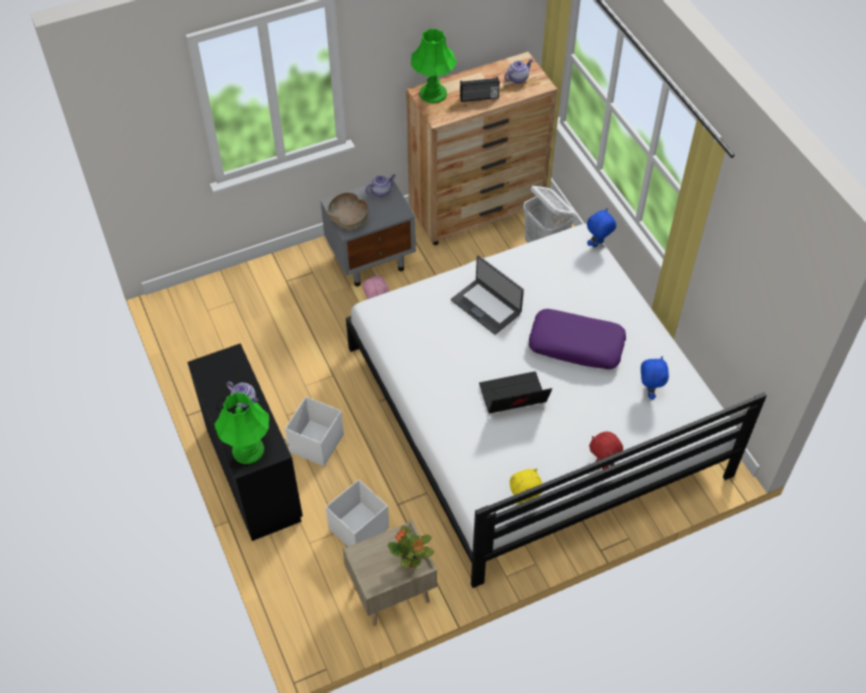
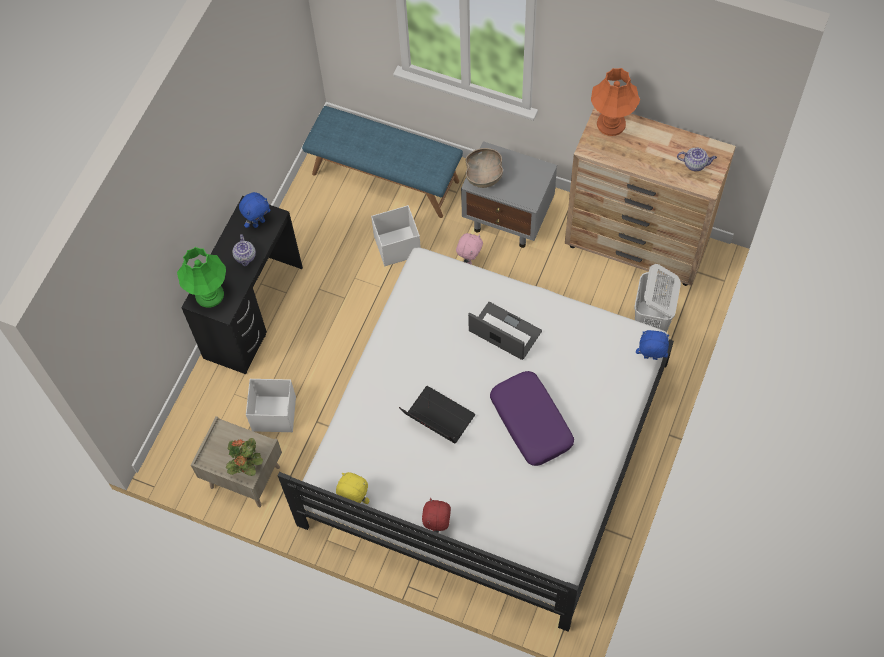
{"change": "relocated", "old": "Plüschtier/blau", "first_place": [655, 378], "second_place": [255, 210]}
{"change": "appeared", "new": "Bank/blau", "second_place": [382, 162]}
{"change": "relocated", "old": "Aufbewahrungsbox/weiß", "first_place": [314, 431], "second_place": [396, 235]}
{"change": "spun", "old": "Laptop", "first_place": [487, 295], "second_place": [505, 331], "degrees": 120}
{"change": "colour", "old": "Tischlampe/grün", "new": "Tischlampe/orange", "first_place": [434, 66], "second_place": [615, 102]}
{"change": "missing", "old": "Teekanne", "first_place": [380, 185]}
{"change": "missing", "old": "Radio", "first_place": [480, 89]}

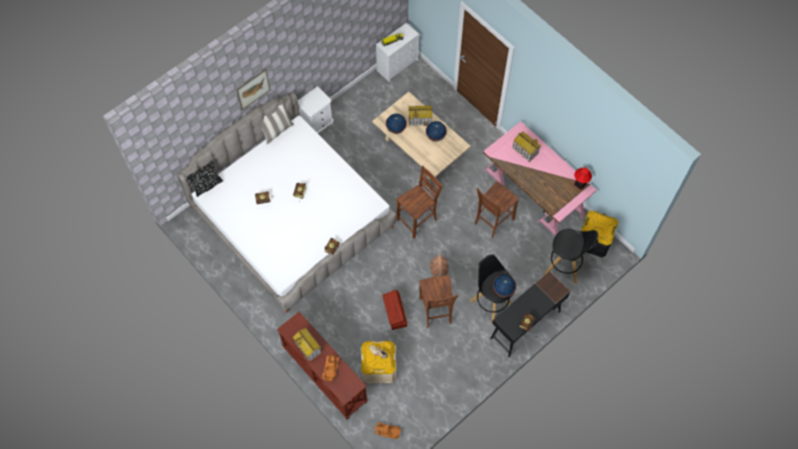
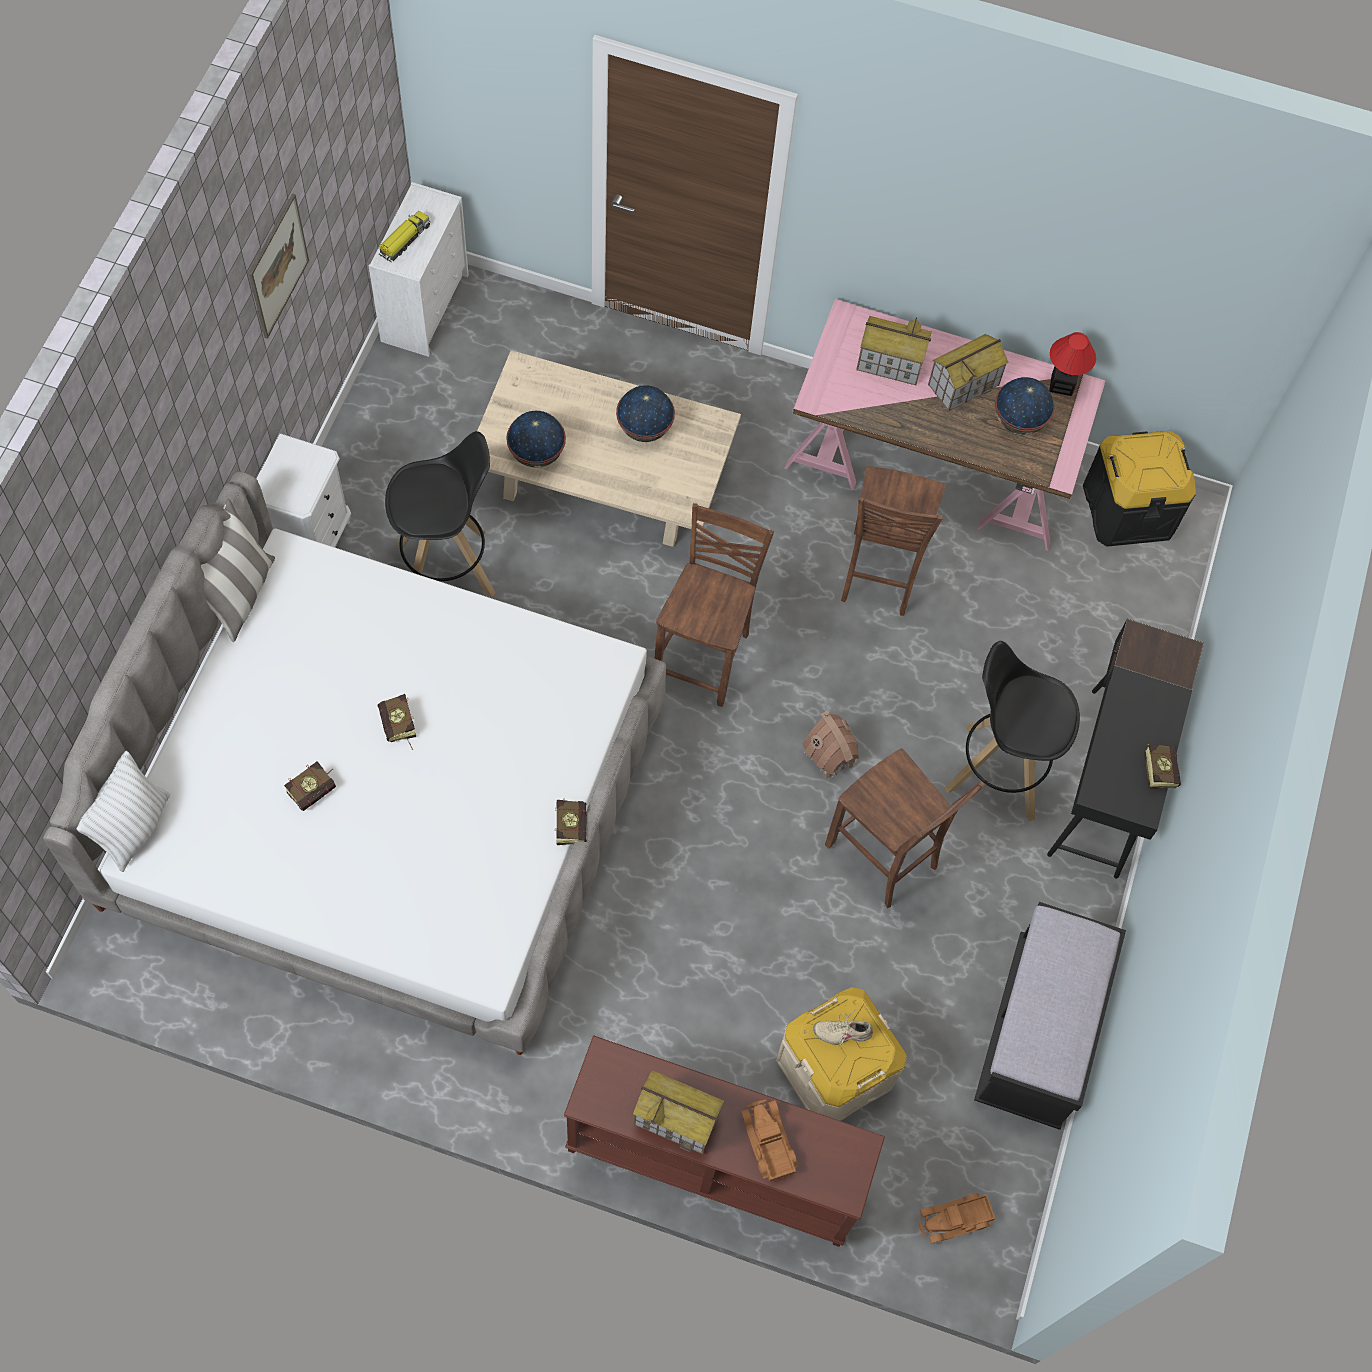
{"change": "colour", "old": "Kissen/schwarz", "new": "Kissen/weiß", "first_place": [205, 179], "second_place": [123, 811]}
{"change": "relocated", "old": "Bild", "first_place": [253, 89], "second_place": [278, 266]}
{"change": "relocated", "old": "Hocker/schwarz", "first_place": [571, 256], "second_place": [440, 514]}
{"change": "relocated", "old": "Spielzeughaus", "first_place": [420, 116], "second_place": [968, 372]}
{"change": "appeared", "new": "Bank/schwarz", "second_place": [1050, 1016]}
{"change": "relocated", "old": "Globus", "first_place": [504, 286], "second_place": [1025, 406]}
{"change": "missing", "old": "Aufbewahrungsbox/braun", "first_place": [394, 310]}

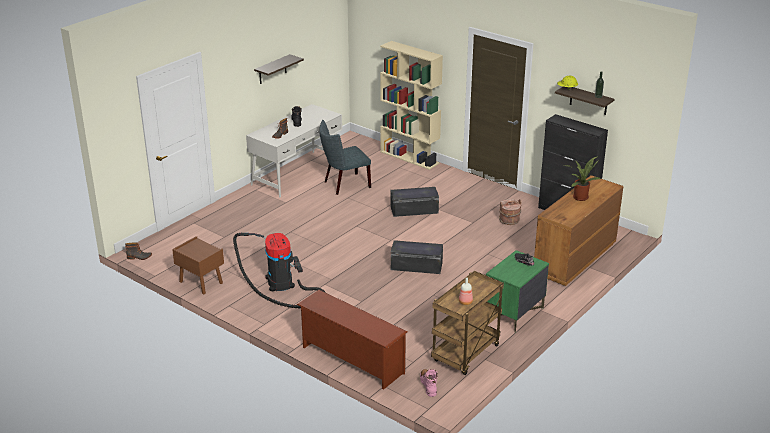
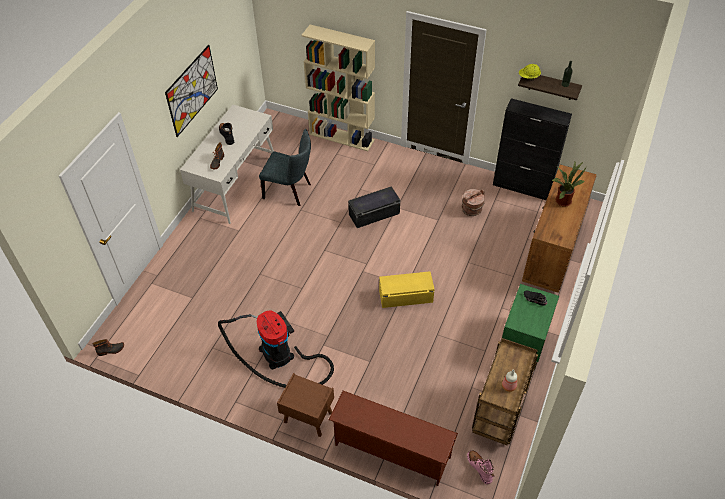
{"change": "exchanged", "old": "Wandregal", "new": "Bild", "first_place": [279, 69], "second_place": [191, 91]}
{"change": "spun", "old": "Stuhl/grau", "first_place": [345, 157], "second_place": [285, 167], "degrees": -120}
{"change": "relocated", "old": "Nachttisch/braun", "first_place": [198, 265], "second_place": [305, 405]}
{"change": "colour", "old": "Aufbewahrungsbox/schwarz", "new": "Aufbewahrungsbox/gelb", "first_place": [417, 257], "second_place": [407, 289]}

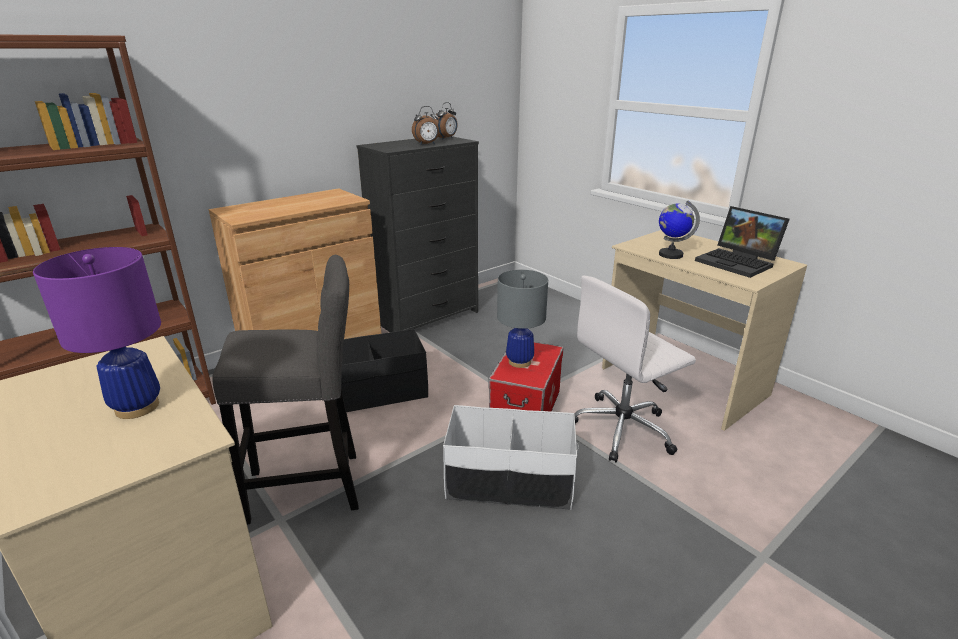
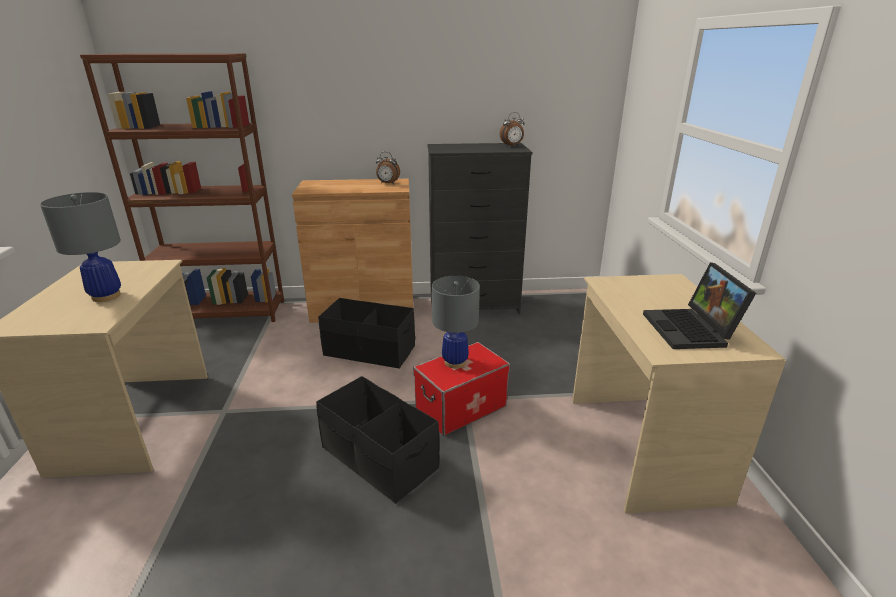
{"change": "colour", "old": "Tischlampe/lila", "new": "Tischlampe/grau", "first_place": [97, 333], "second_place": [80, 247]}
{"change": "colour", "old": "Aufbewahrungsbox/weiß", "new": "Aufbewahrungsbox/schwarz", "first_place": [511, 457], "second_place": [377, 440]}
{"change": "relocated", "old": "Wecker", "first_place": [425, 125], "second_place": [388, 168]}
{"change": "missing", "old": "Hocker/grau", "first_place": [285, 390]}
{"change": "missing", "old": "Bürostuhl/weiß", "first_place": [635, 369]}
{"change": "missing", "old": "Globus", "first_place": [679, 230]}

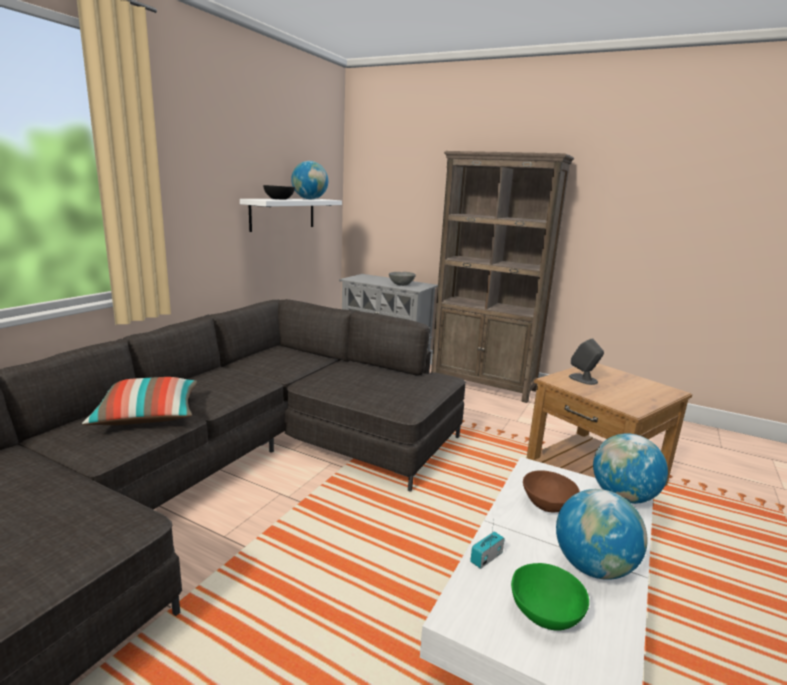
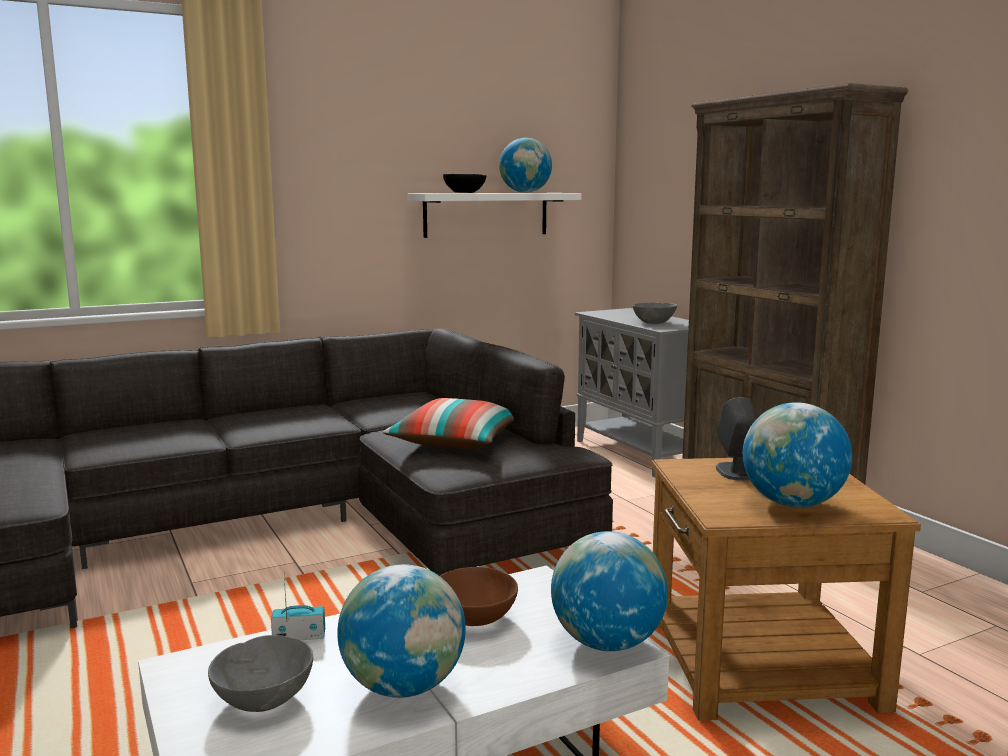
{"change": "colour", "old": "Schüssel/grün", "new": "Schüssel/grau", "first_place": [550, 597], "second_place": [260, 673]}
{"change": "relocated", "old": "Kissen", "first_place": [139, 401], "second_place": [448, 423]}
{"change": "appeared", "new": "Globus", "second_place": [797, 455]}

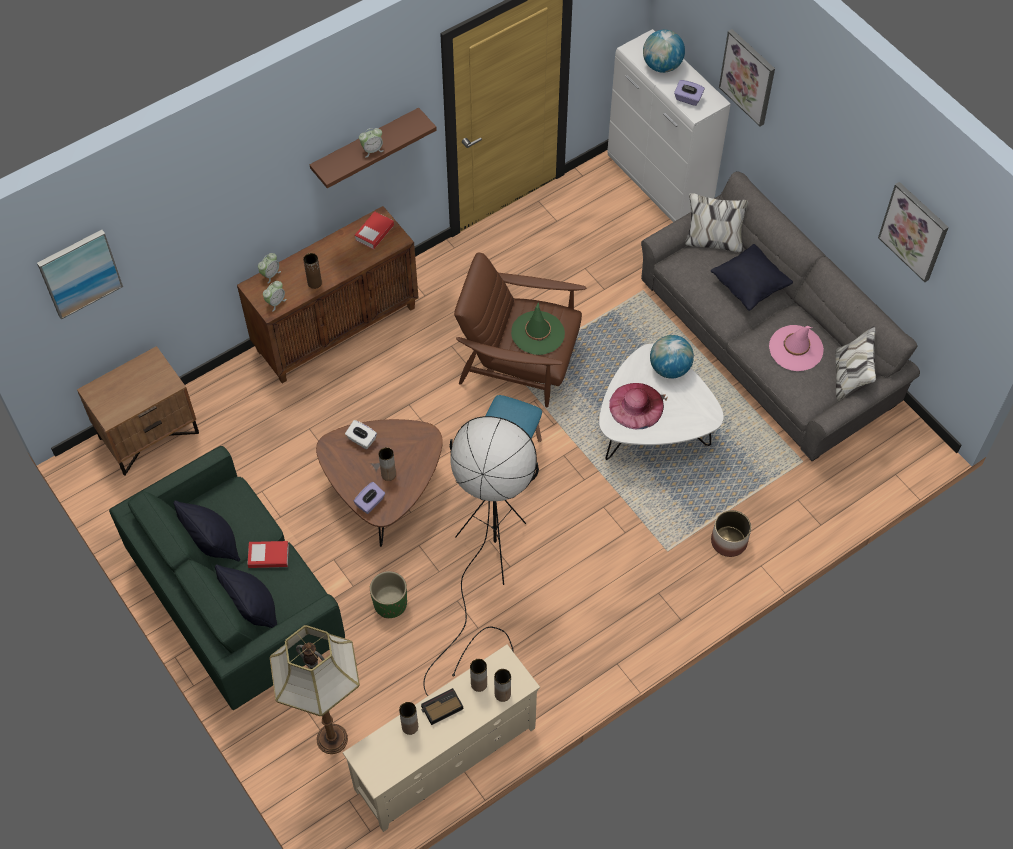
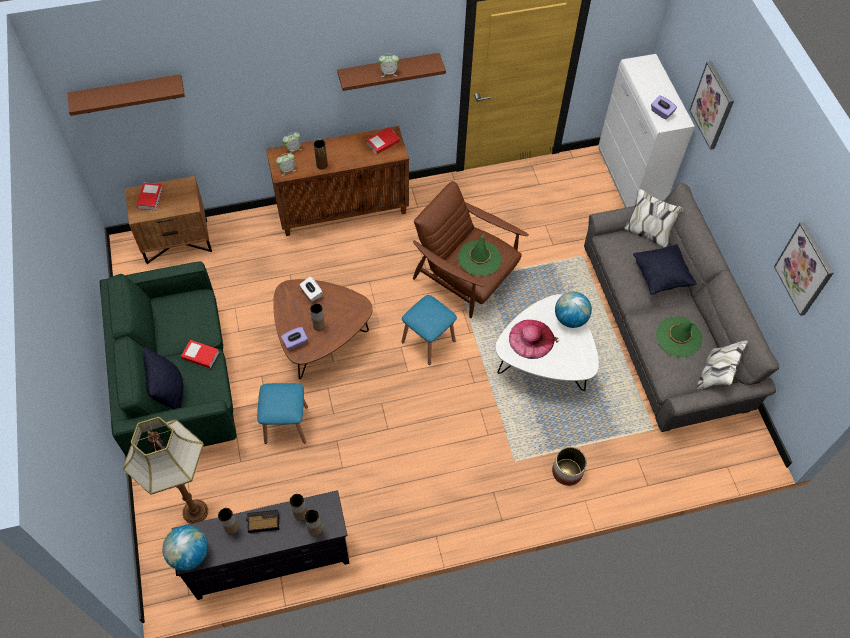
{"change": "exchanged", "old": "Bild", "new": "Wandregal/braun", "first_place": [80, 275], "second_place": [126, 95]}
{"change": "appeared", "new": "Buch", "second_place": [149, 196]}
{"change": "relocated", "old": "Globus", "first_place": [664, 51], "second_place": [185, 548]}
{"change": "colour", "old": "Fernsehschrank/beige", "new": "Fernsehschrank/schwarz", "first_place": [441, 738], "second_place": [260, 545]}
{"change": "exchanged", "old": "Pflanzkübel/grün", "new": "Hocker/blau", "first_place": [388, 594], "second_place": [282, 413]}
{"change": "colour", "old": "Hut/rosa", "new": "Hut/grün", "first_place": [796, 348], "second_place": [679, 337]}
{"change": "missing", "old": "Kissen/schwarz", "first_place": [206, 530]}
{"change": "missing", "old": "Stehlampe/schwarz", "first_place": [481, 556]}

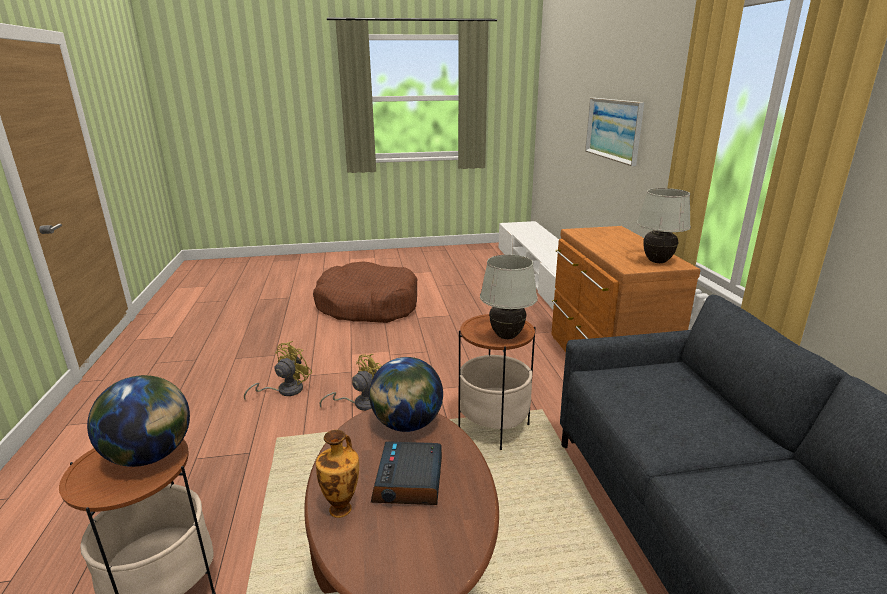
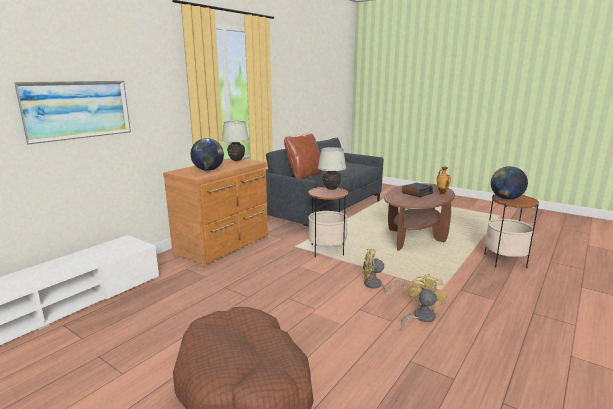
{"change": "relocated", "old": "Globus", "first_place": [406, 394], "second_place": [207, 154]}
{"change": "appeared", "new": "Kissen/braun", "second_place": [303, 156]}
{"change": "spun", "old": "Ventilator/gelb", "first_place": [278, 371], "second_place": [424, 302], "degrees": 120}

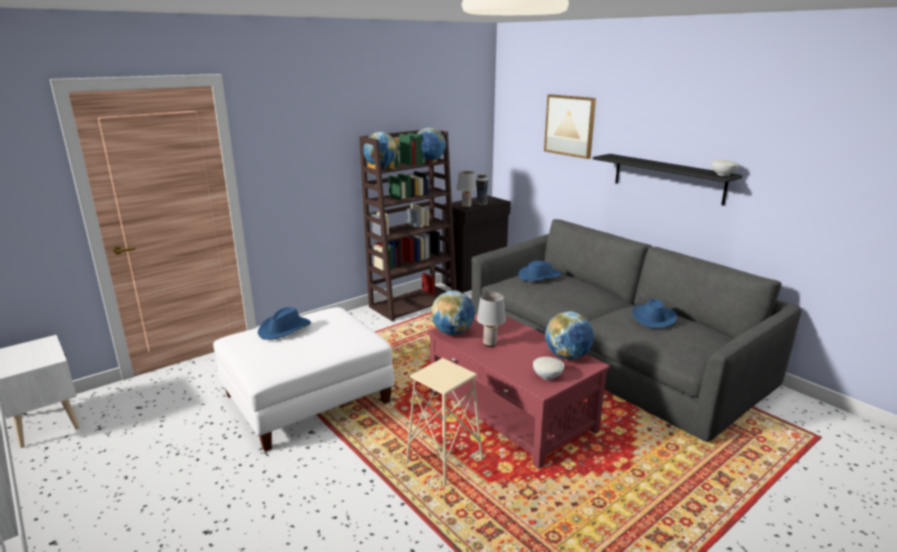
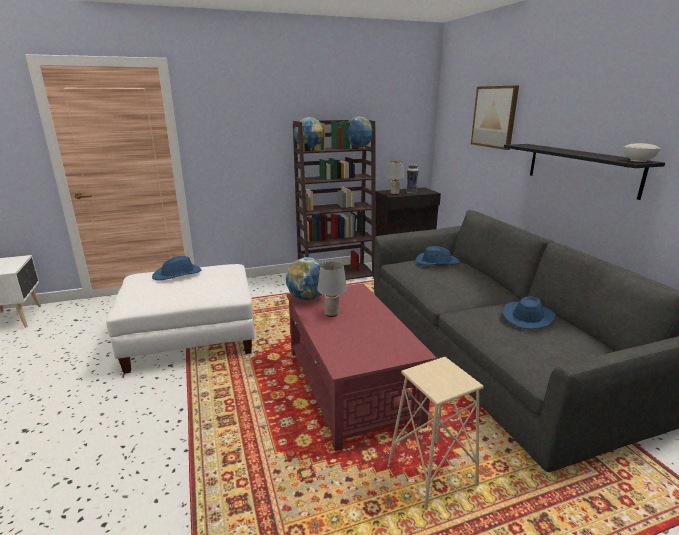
{"change": "relocated", "old": "Hocker/beige", "first_place": [444, 422], "second_place": [436, 433]}
{"change": "missing", "old": "Schüssel/weiß", "first_place": [548, 368]}
{"change": "missing", "old": "Globus", "first_place": [569, 335]}

